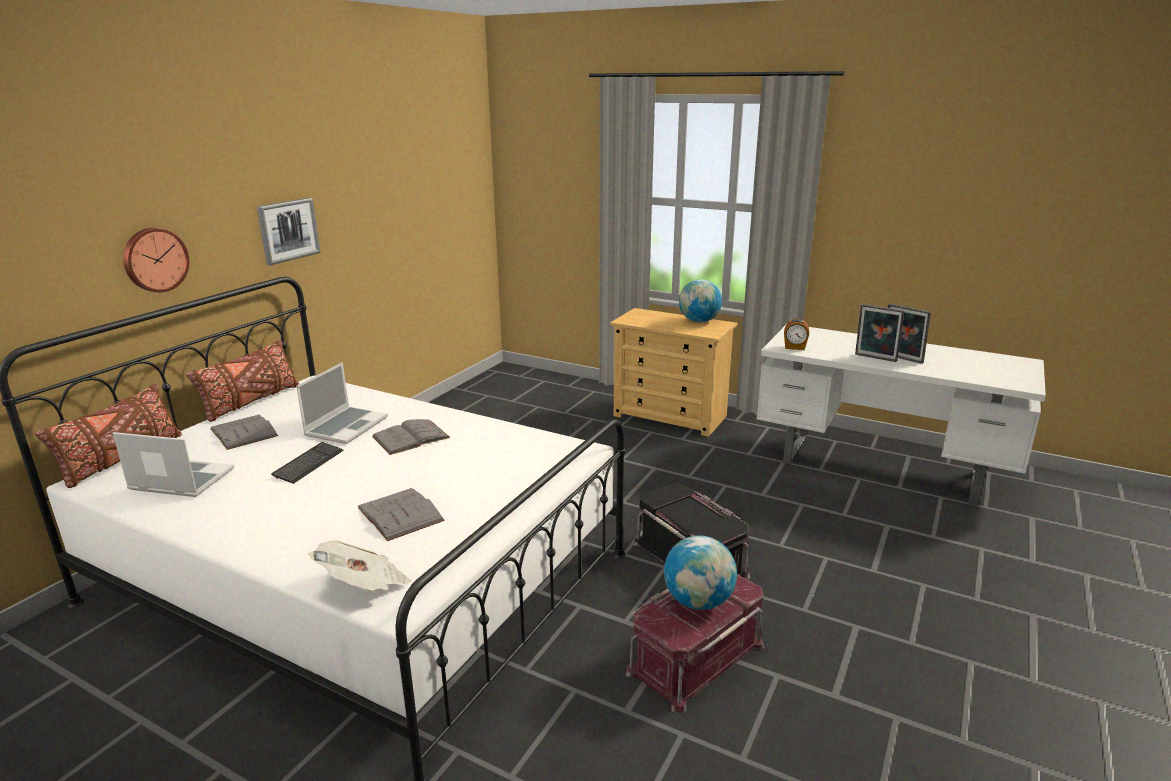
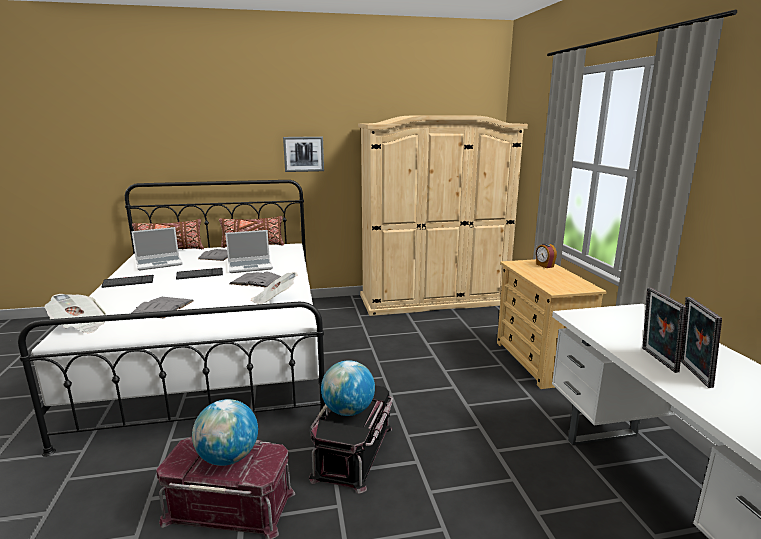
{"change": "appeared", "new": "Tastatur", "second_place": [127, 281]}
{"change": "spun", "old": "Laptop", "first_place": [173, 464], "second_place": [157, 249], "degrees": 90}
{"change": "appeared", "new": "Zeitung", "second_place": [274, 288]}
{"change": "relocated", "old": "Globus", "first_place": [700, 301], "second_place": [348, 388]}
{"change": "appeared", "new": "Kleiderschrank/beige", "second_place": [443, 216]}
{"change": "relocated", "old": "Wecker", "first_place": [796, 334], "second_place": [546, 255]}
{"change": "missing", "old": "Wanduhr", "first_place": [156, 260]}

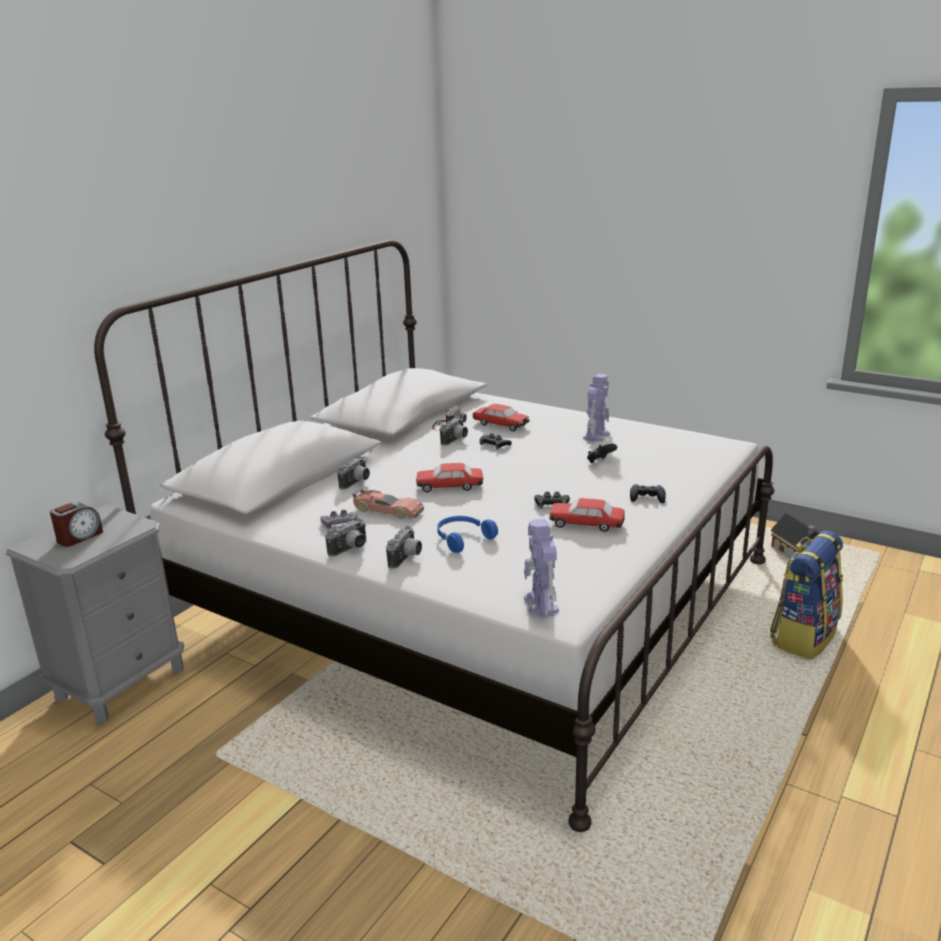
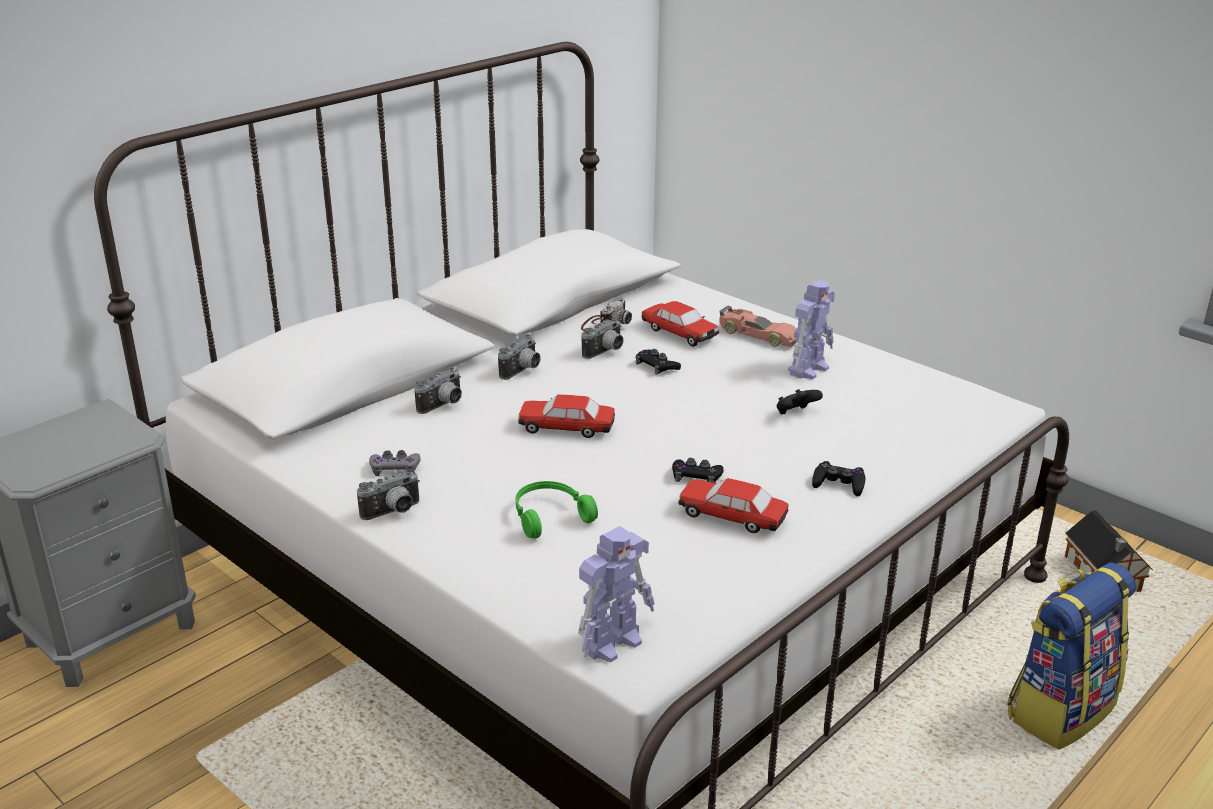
{"change": "relocated", "old": "Kamera", "first_place": [404, 547], "second_place": [519, 357]}
{"change": "colour", "old": "Kopfhörer/blau", "new": "Kopfhörer/grün", "first_place": [467, 534], "second_place": [557, 510]}
{"change": "spun", "old": "Spielzeugroboter", "first_place": [541, 568], "second_place": [616, 594], "degrees": -135}
{"change": "relocated", "old": "Spielzeugauto", "first_place": [388, 503], "second_place": [758, 326]}
{"change": "missing", "old": "Wecker", "first_place": [76, 524]}

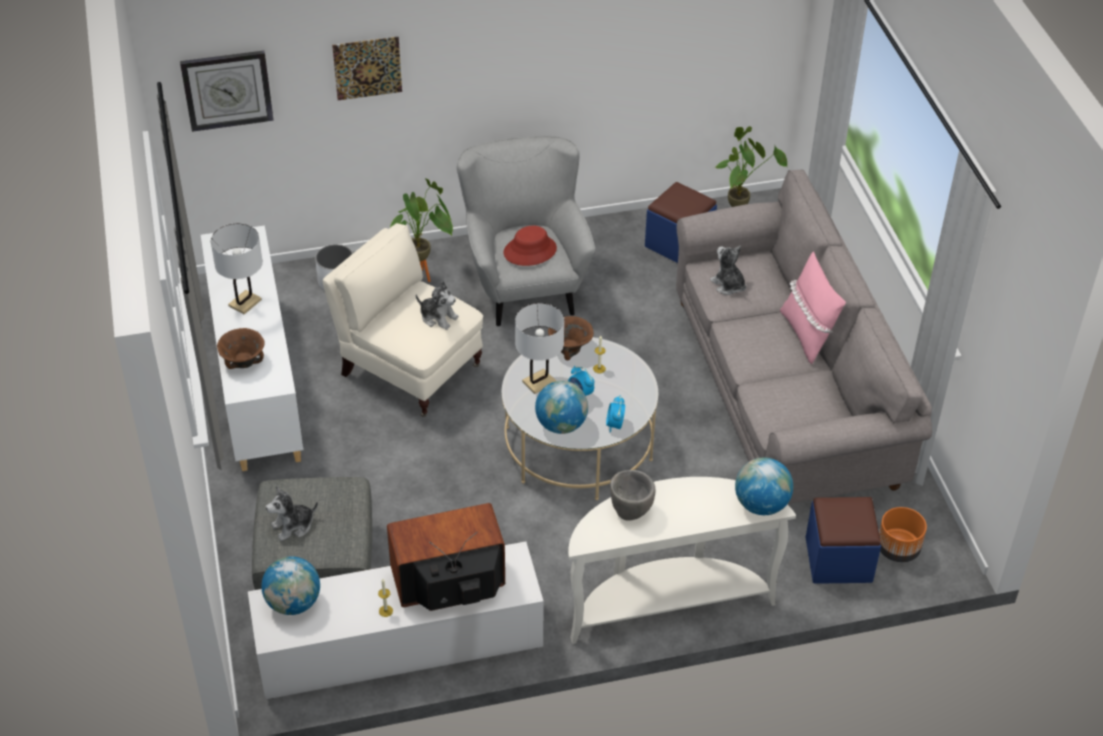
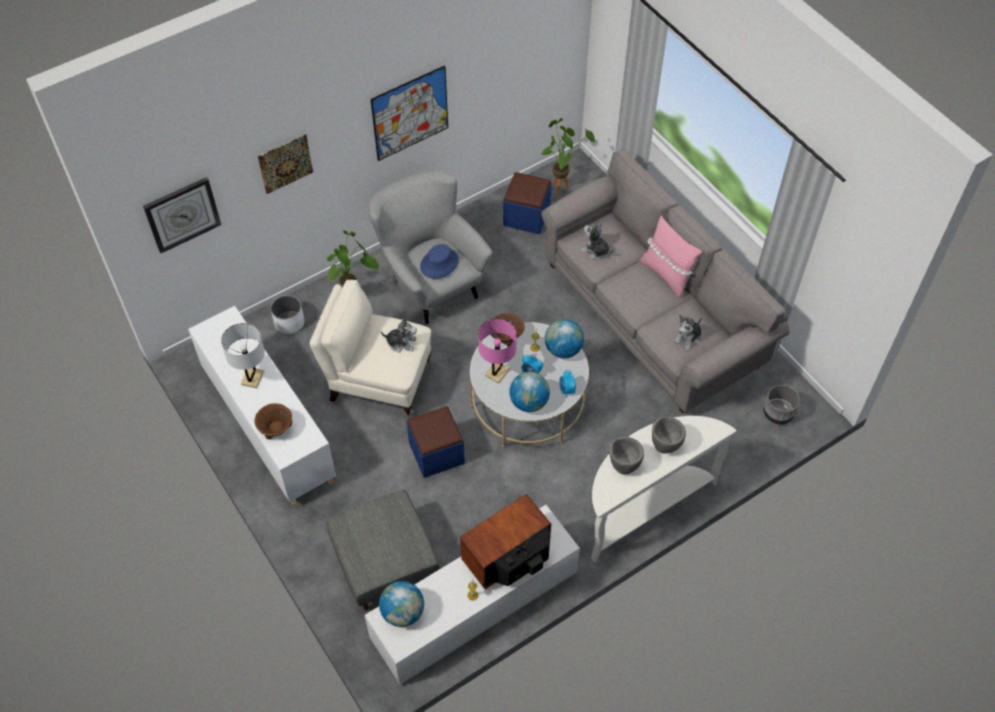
{"change": "appeared", "new": "Bild", "second_place": [409, 113]}
{"change": "relocated", "old": "Polsterhocker/blau", "first_place": [843, 540], "second_place": [436, 442]}
{"change": "colour", "old": "Hut/rot", "new": "Hut/blau", "first_place": [530, 246], "second_place": [439, 261]}
{"change": "colour", "old": "Tischlampe/weiß", "new": "Tischlampe/rosa", "first_place": [539, 348], "second_place": [497, 351]}
{"change": "relocated", "old": "Globus", "first_place": [764, 486], "second_place": [564, 338]}
{"change": "appeared", "new": "Schüssel/grau", "second_place": [669, 435]}
{"change": "relocated", "old": "Plüschtier", "first_place": [292, 513], "second_place": [688, 333]}
{"change": "colour", "old": "Pflanzkübel/orange", "new": "Pflanzkübel/grau", "first_place": [903, 534], "second_place": [781, 405]}

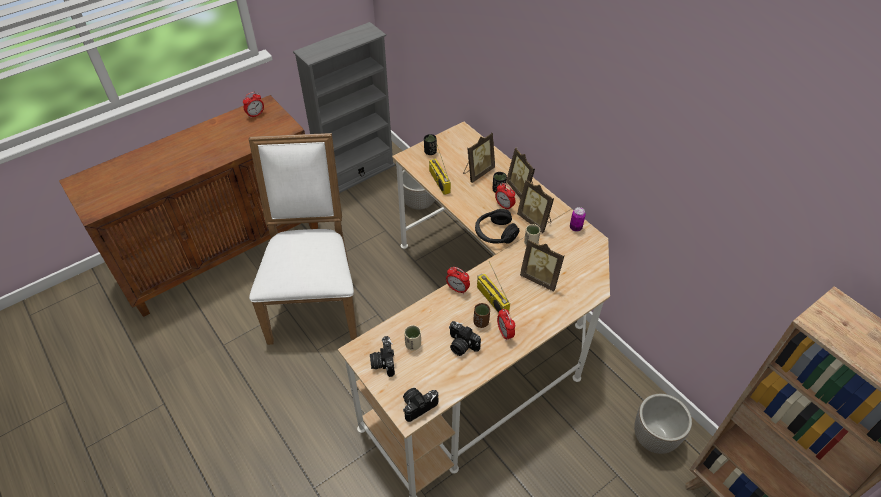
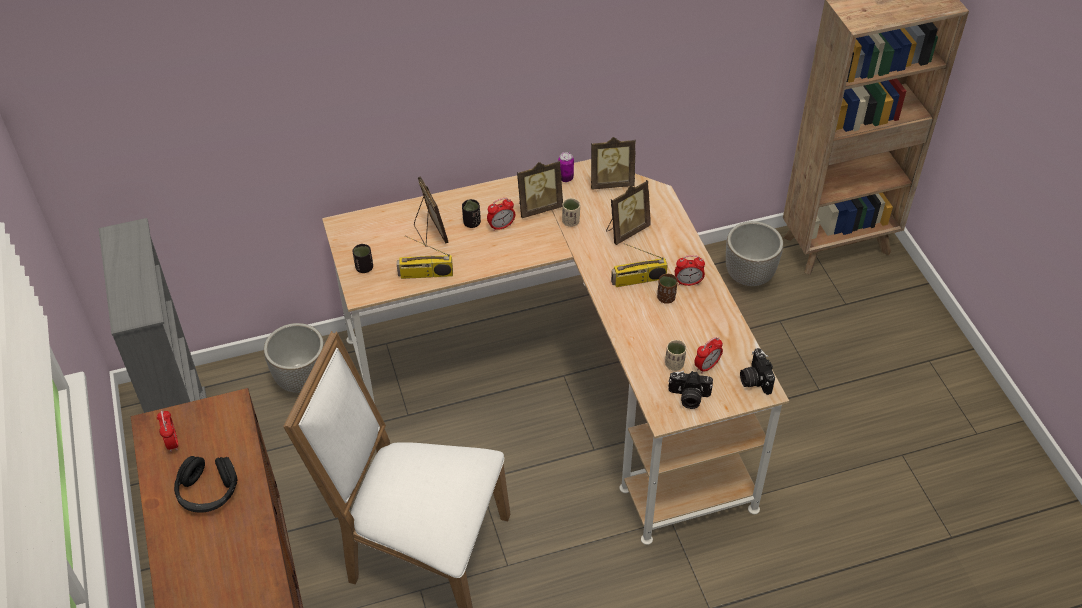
{"change": "relocated", "old": "Kopfhörer/schwarz", "first_place": [497, 226], "second_place": [206, 484]}
{"change": "relocated", "old": "Bilderrahmen", "first_place": [520, 173], "second_place": [613, 163]}
{"change": "relocated", "old": "Wecker", "first_place": [458, 280], "second_place": [708, 355]}
{"change": "missing", "old": "Kamera", "first_place": [465, 338]}

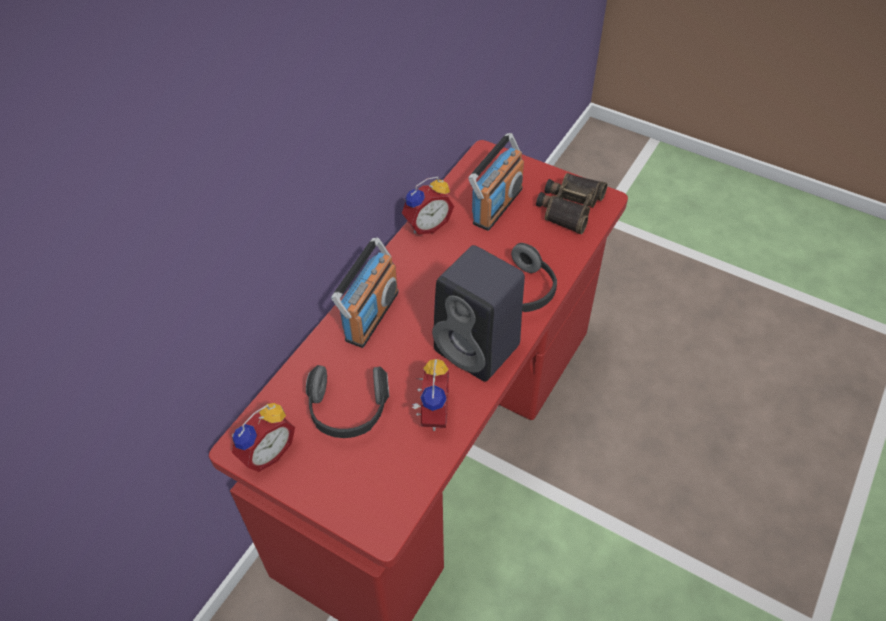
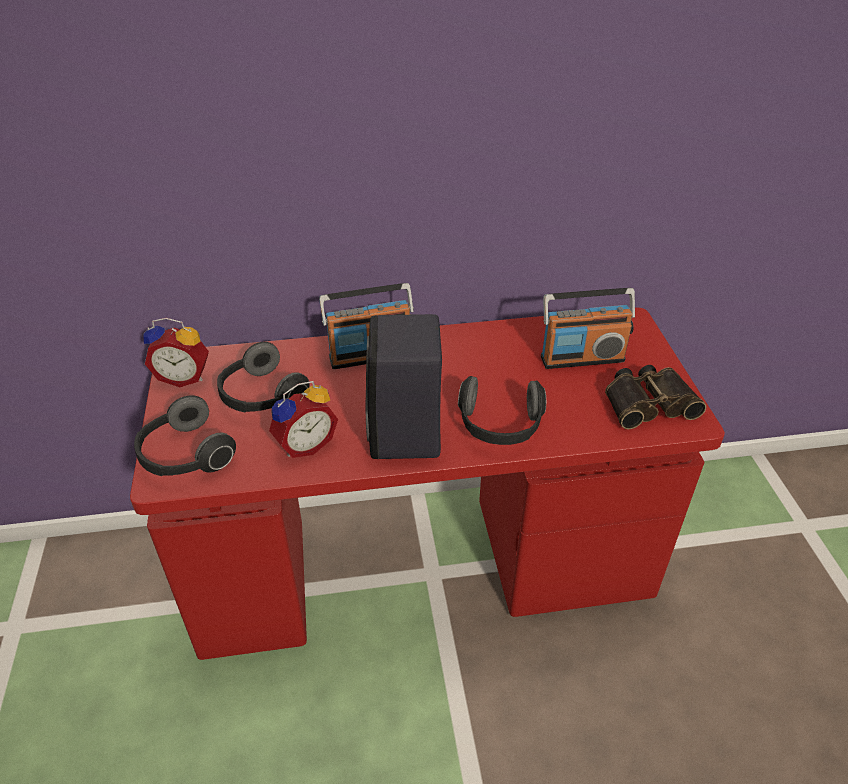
{"change": "appeared", "new": "Kopfhörer", "second_place": [185, 435]}
{"change": "missing", "old": "Wecker", "first_place": [428, 206]}

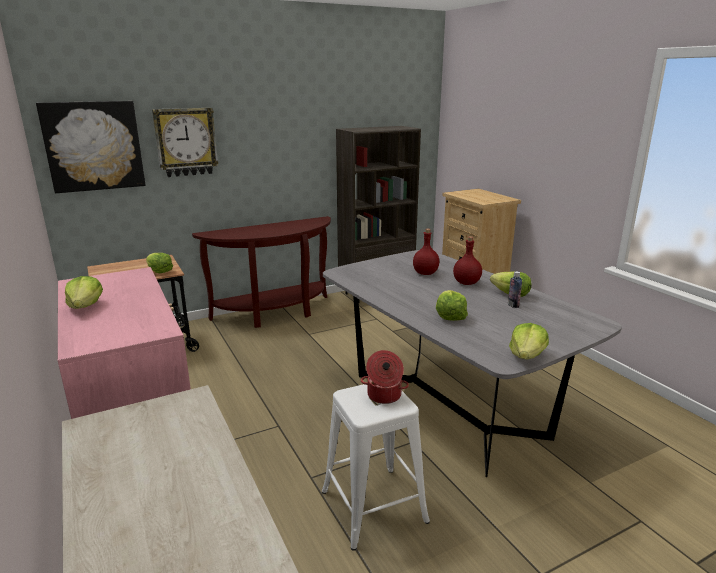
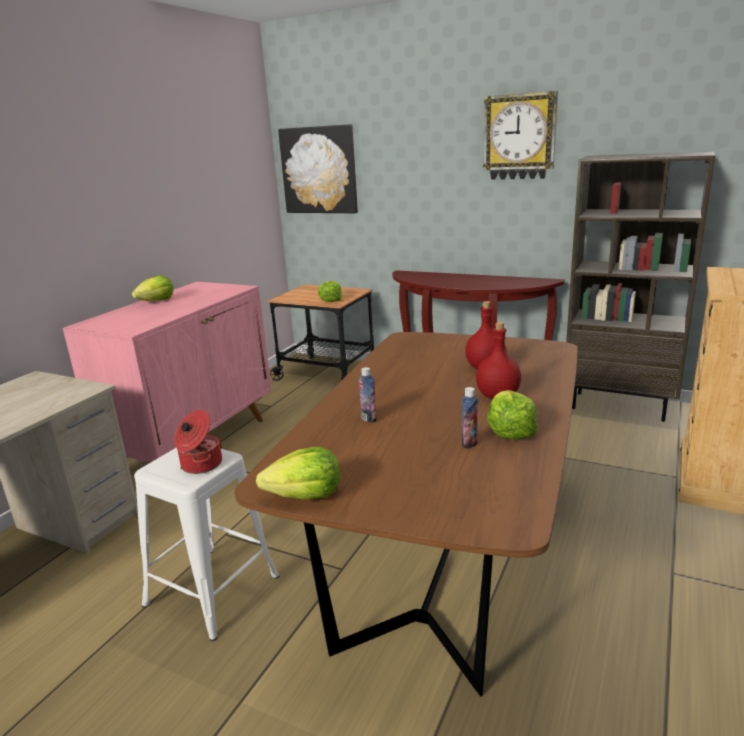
{"change": "colour", "old": "Esstisch/grau", "new": "Esstisch/braun", "first_place": [472, 363], "second_place": [406, 514]}
{"change": "exchanged", "old": "Salatkopf", "new": "Flasche", "first_place": [452, 305], "second_place": [368, 395]}
{"change": "relocated", "old": "Wanduhr", "first_place": [185, 142], "second_place": [520, 135]}

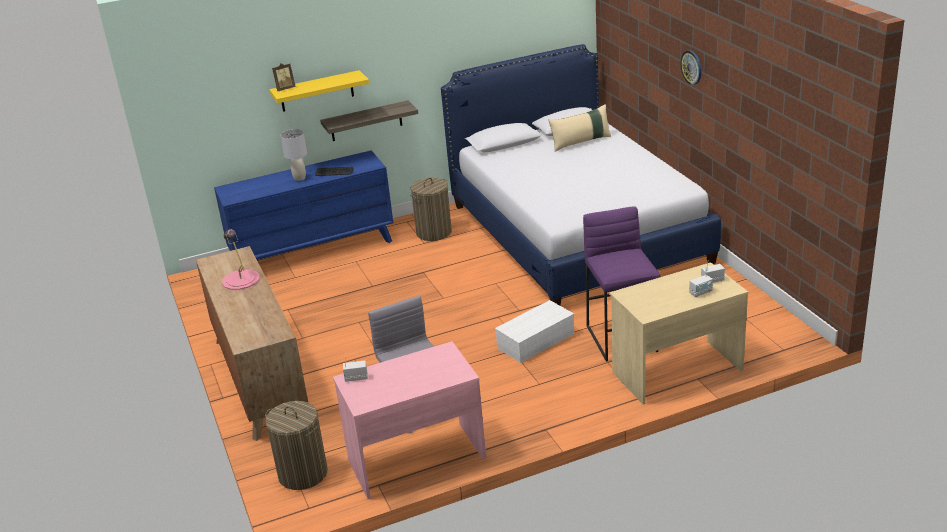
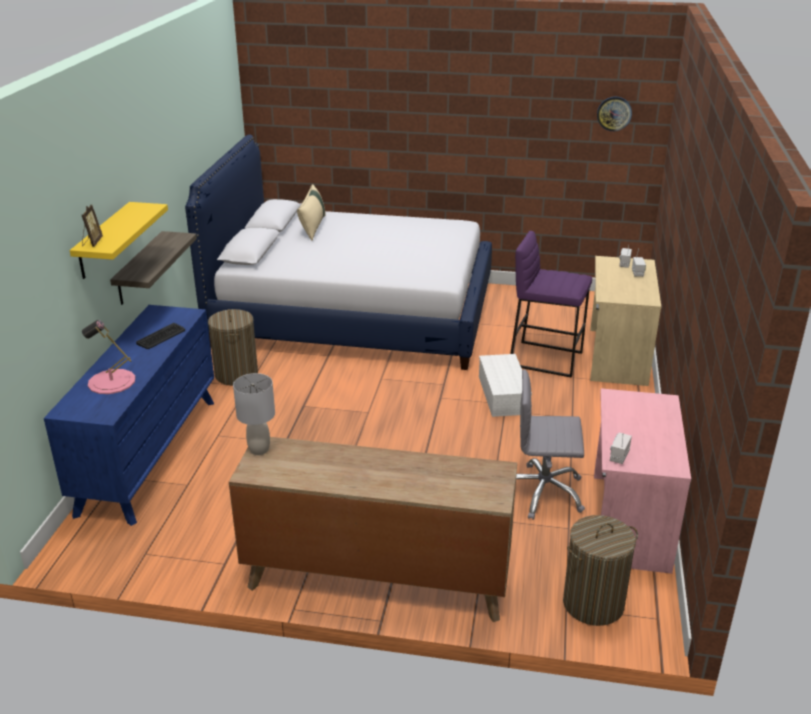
{"change": "relocated", "old": "Tischlampe/rosa", "first_place": [241, 259], "second_place": [108, 357]}
{"change": "relocated", "old": "Tischlampe/grau", "first_place": [293, 155], "second_place": [254, 414]}
{"change": "relocated", "old": "Wanduhr", "first_place": [691, 67], "second_place": [614, 114]}

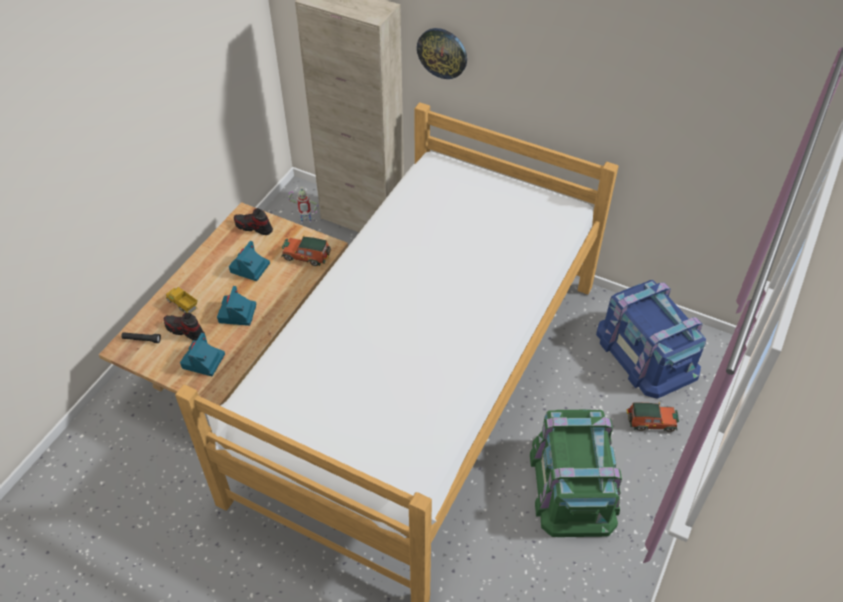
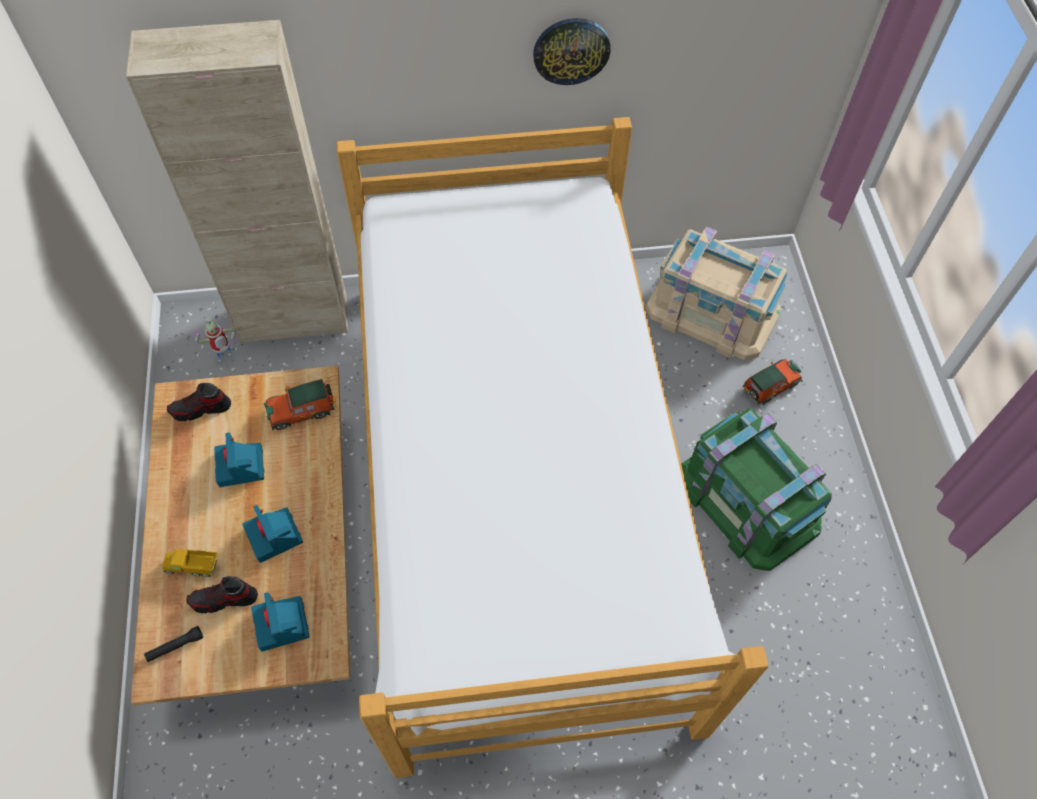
{"change": "relocated", "old": "Wanduhr", "first_place": [442, 53], "second_place": [572, 51]}
{"change": "colour", "old": "Aufbewahrungsbox/blau", "new": "Aufbewahrungsbox/beige", "first_place": [651, 339], "second_place": [716, 294]}

